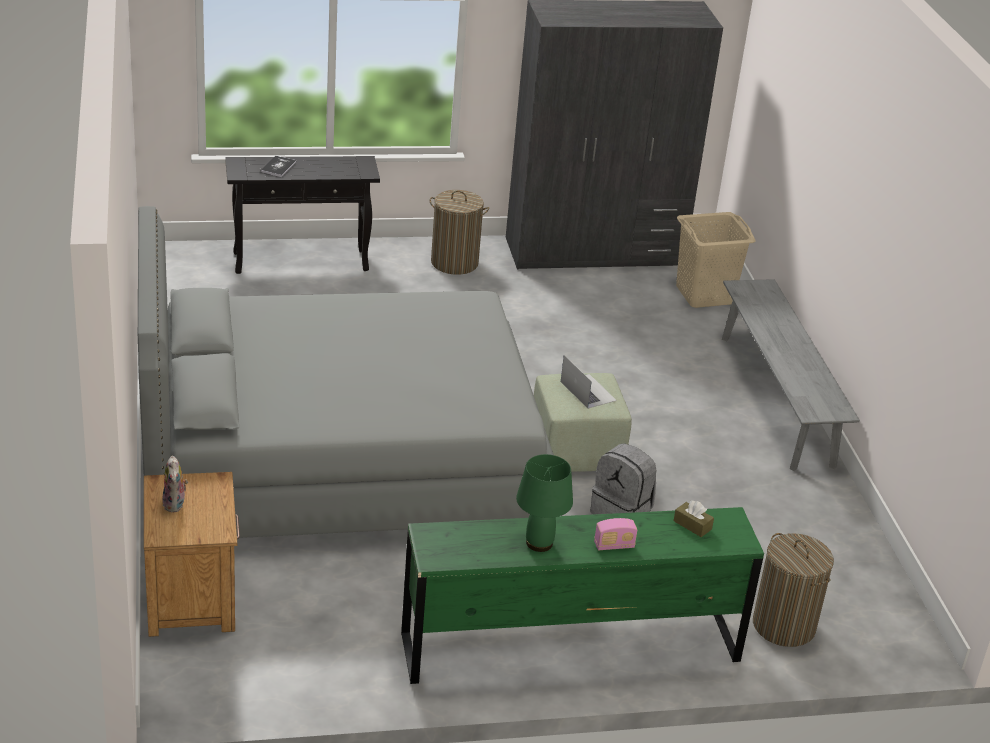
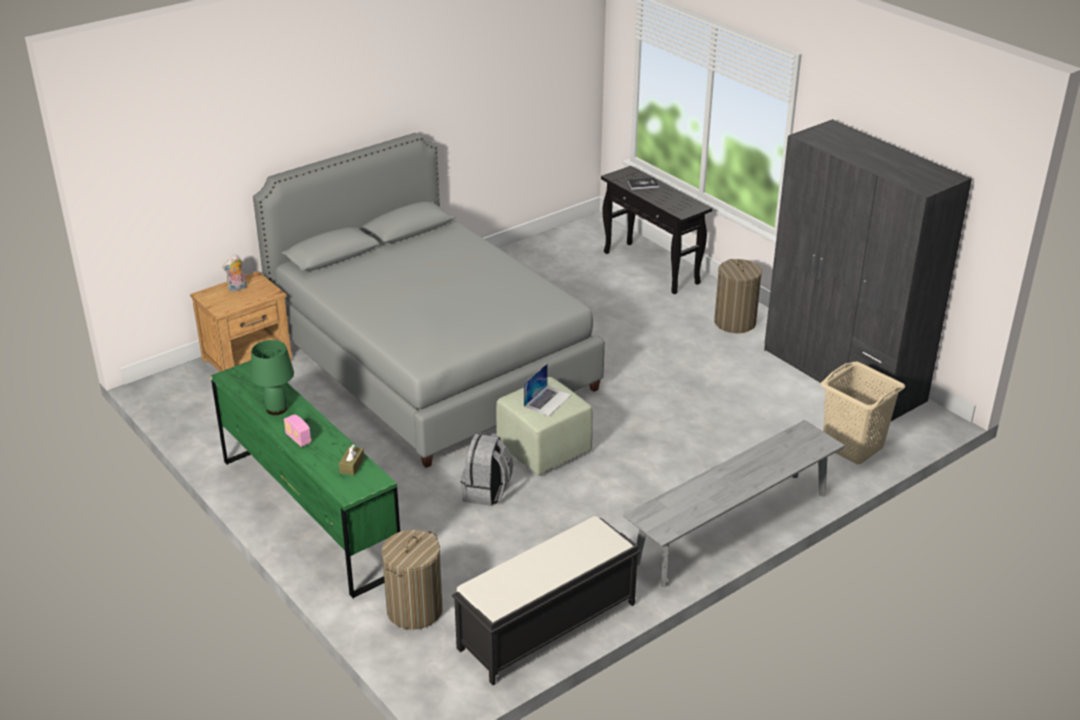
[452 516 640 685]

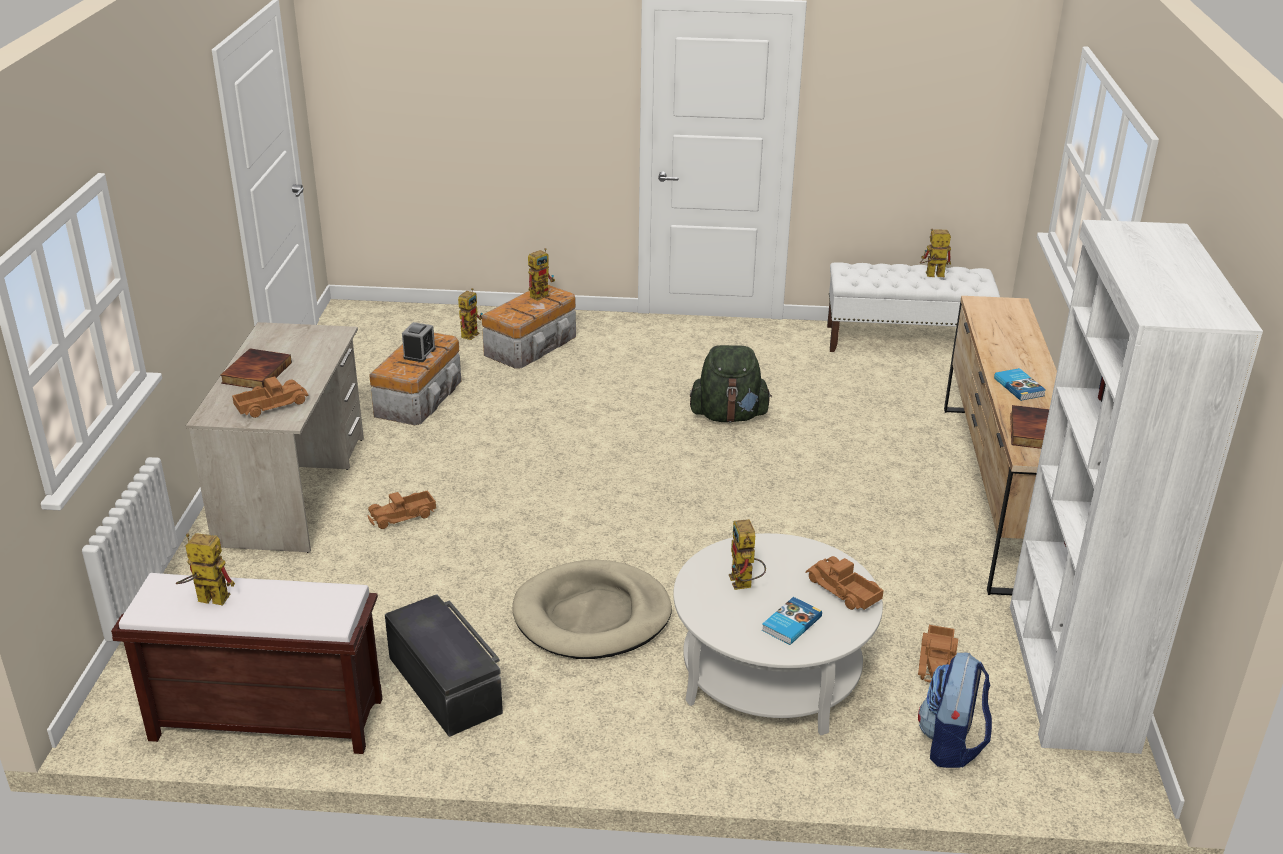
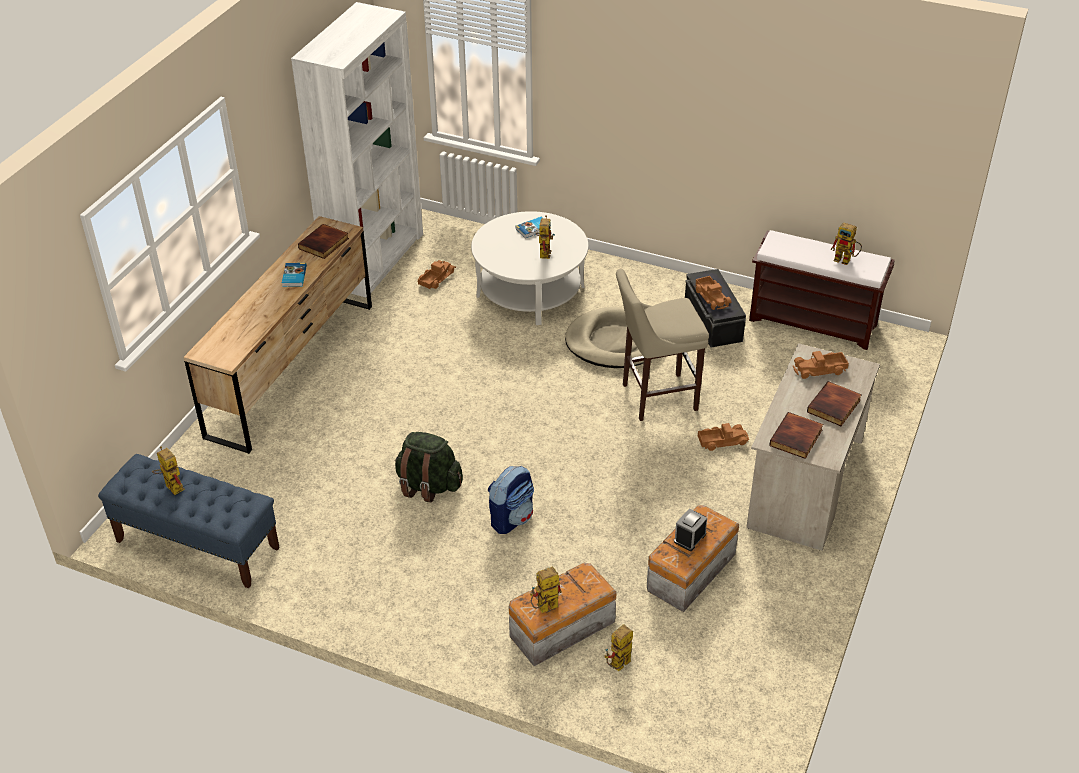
[694 276 731 310]
[98 454 280 588]
[488 466 534 534]
[152 446 185 495]
[616 269 709 421]
[769 412 823 459]

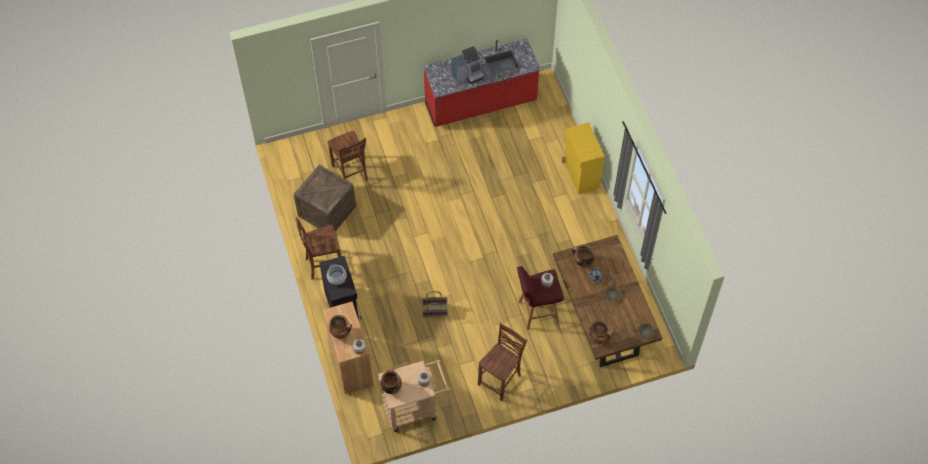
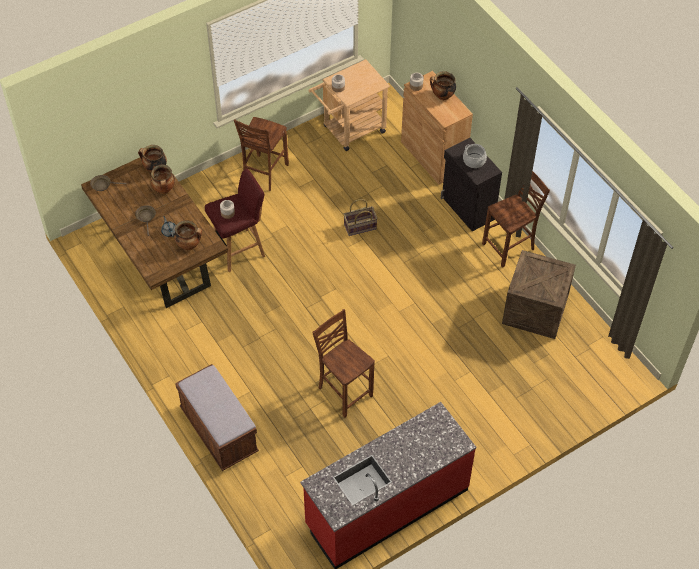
[312 309 375 418]
[150 164 175 194]
[451 46 484 84] (first image)
[175 364 259 471]

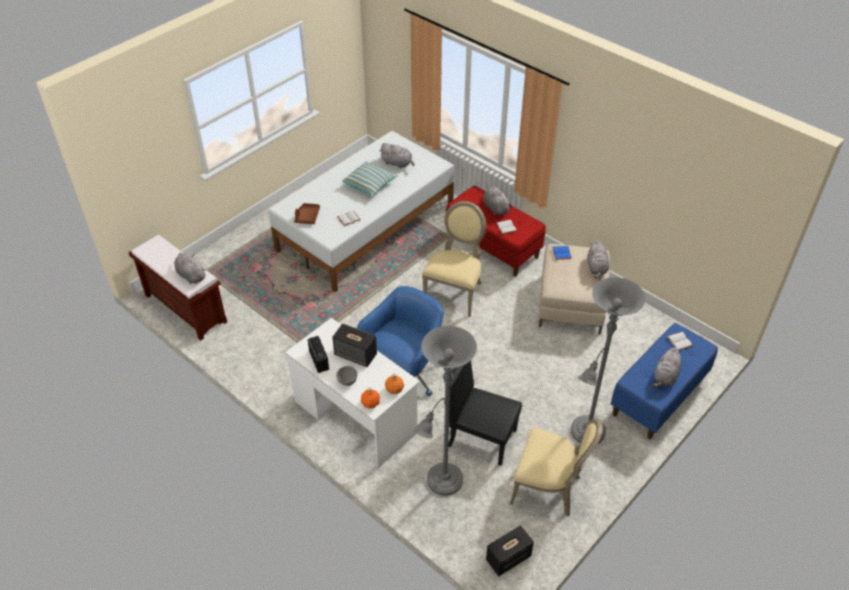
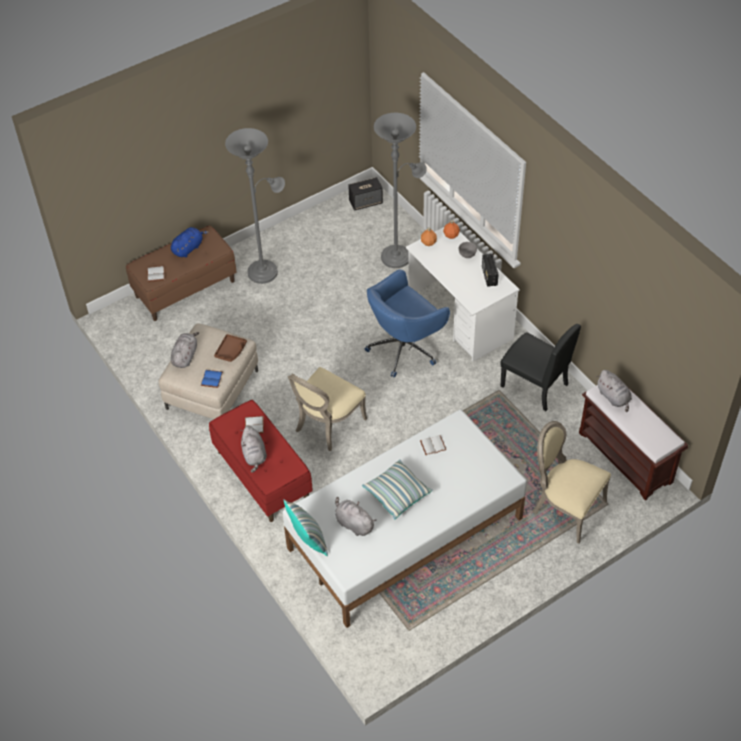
[214 334 247 362]
[332 323 377 367] (first image)
[500 324 581 411]
[533 421 611 544]
[126 225 237 321]
[171 227 209 257]
[283 499 328 556]

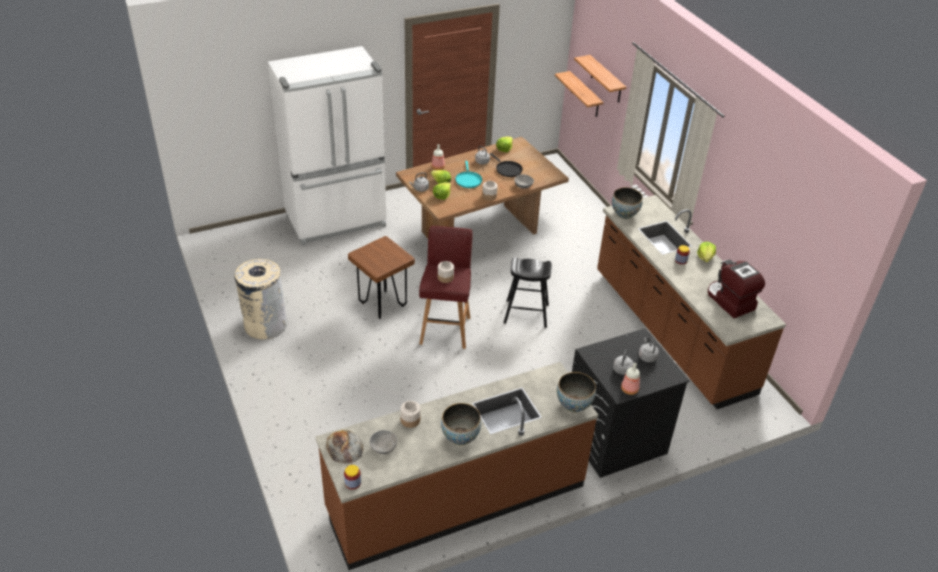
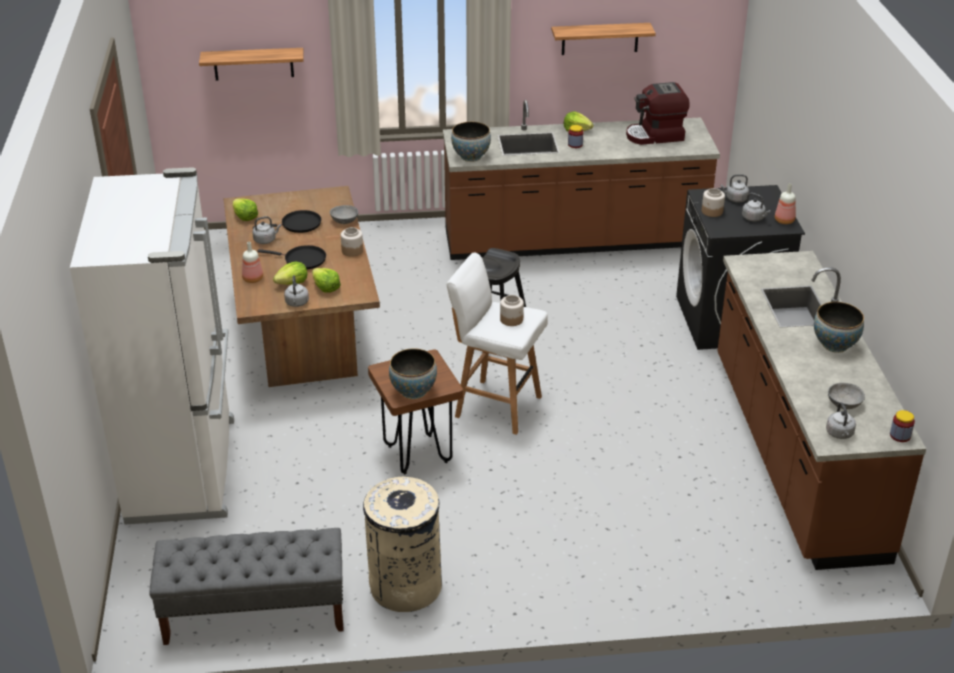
[826 402 856 439]
[702 188 725 217]
[447 252 548 435]
[257 245 326 269]
[551 23 656 55]
[389 349 437 399]
[149 528 344 645]

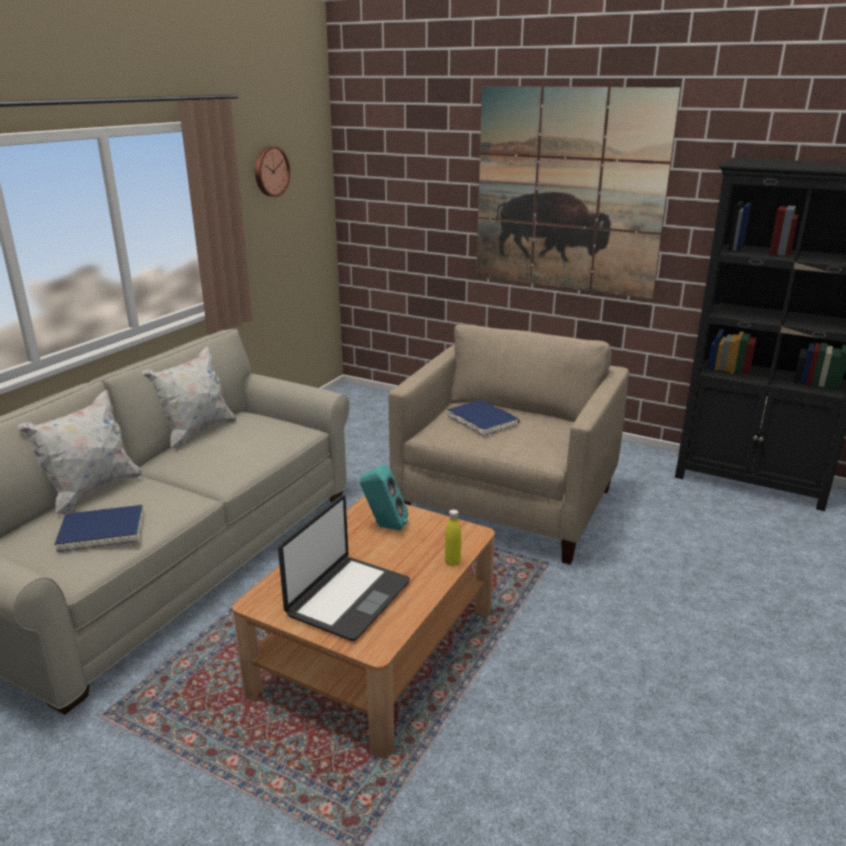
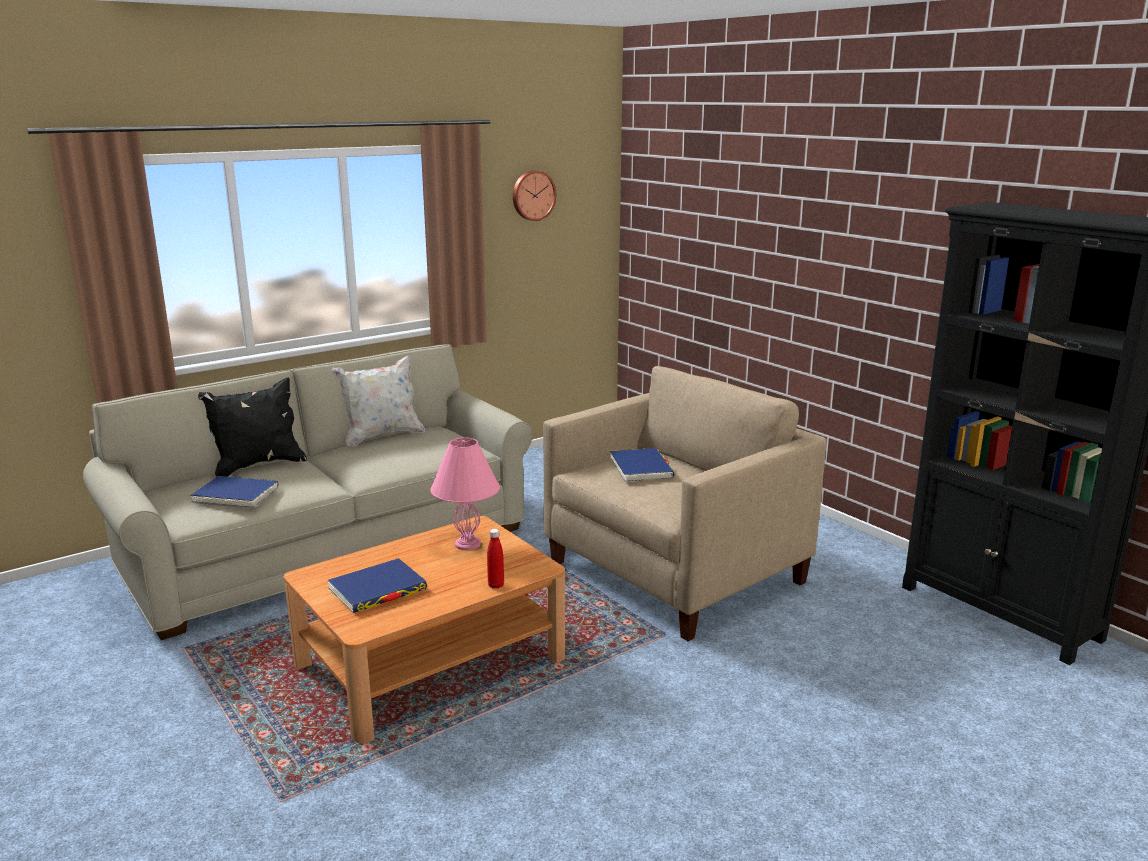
[198 378 307 477]
[327 558 427 613]
[430 437 500 550]
[487 529 504 589]
[476 86 681 299] (first image)

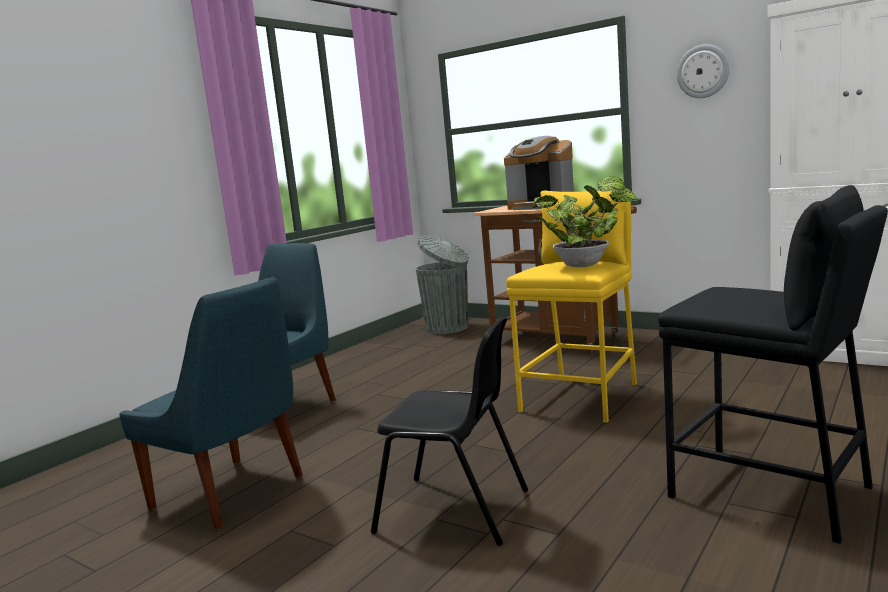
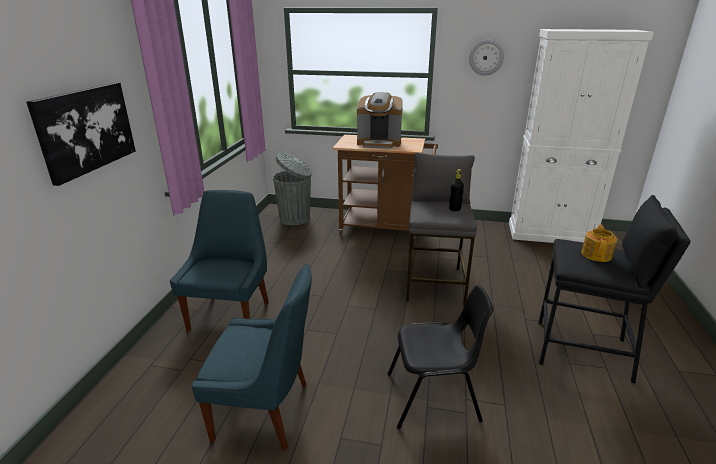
[406 152 477 306]
[449 169 464 211]
[27 82 136 186]
[581 224 617 262]

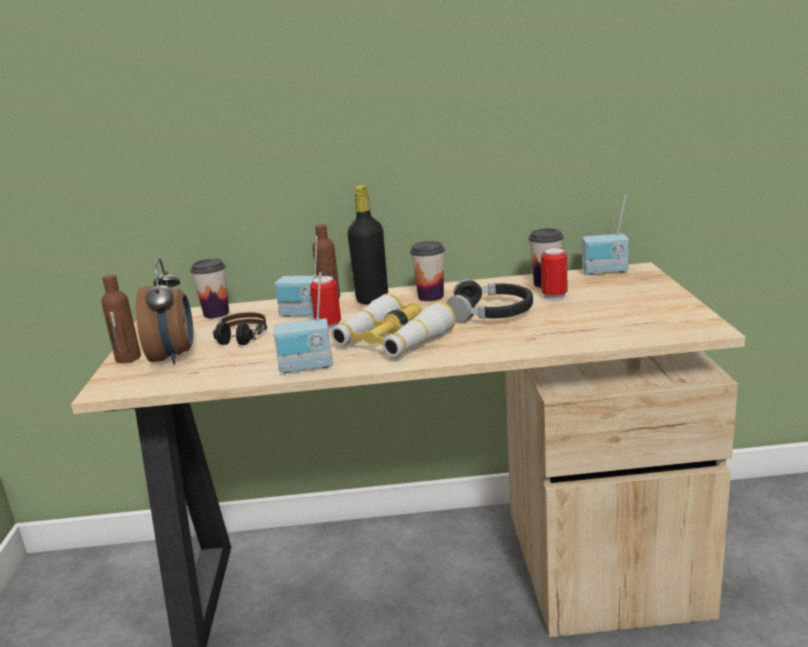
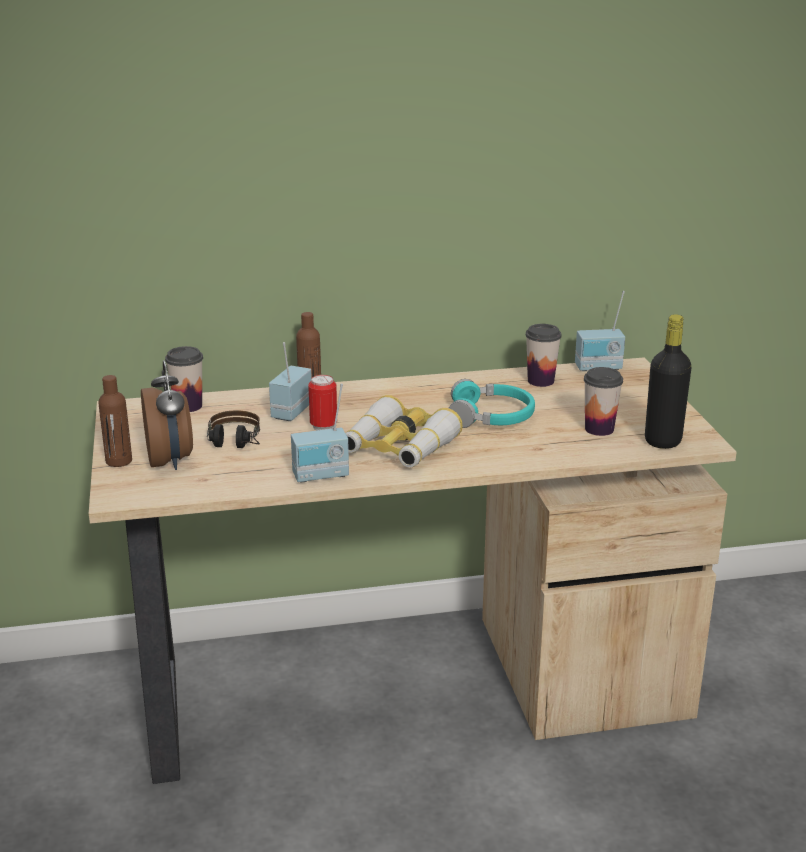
[269 342 312 421]
[645 314 691 449]
[584 367 623 436]
[449 379 535 428]
[541 247 567 300] (first image)

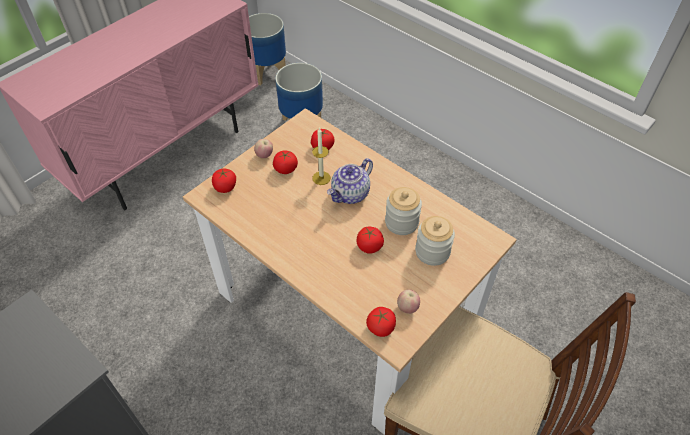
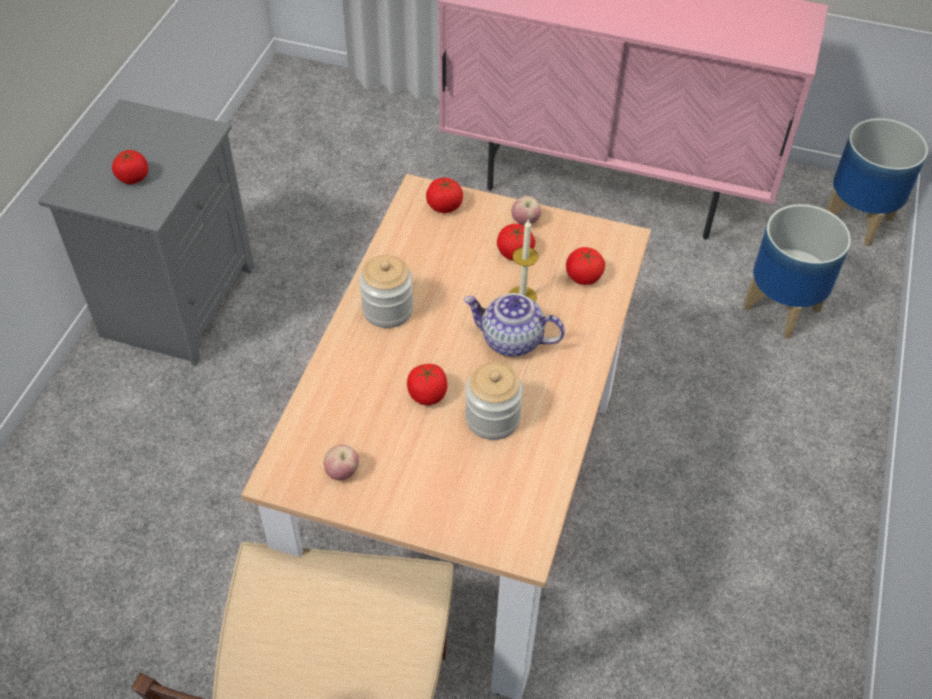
[112 150 148 184]
[359 255 413 328]

